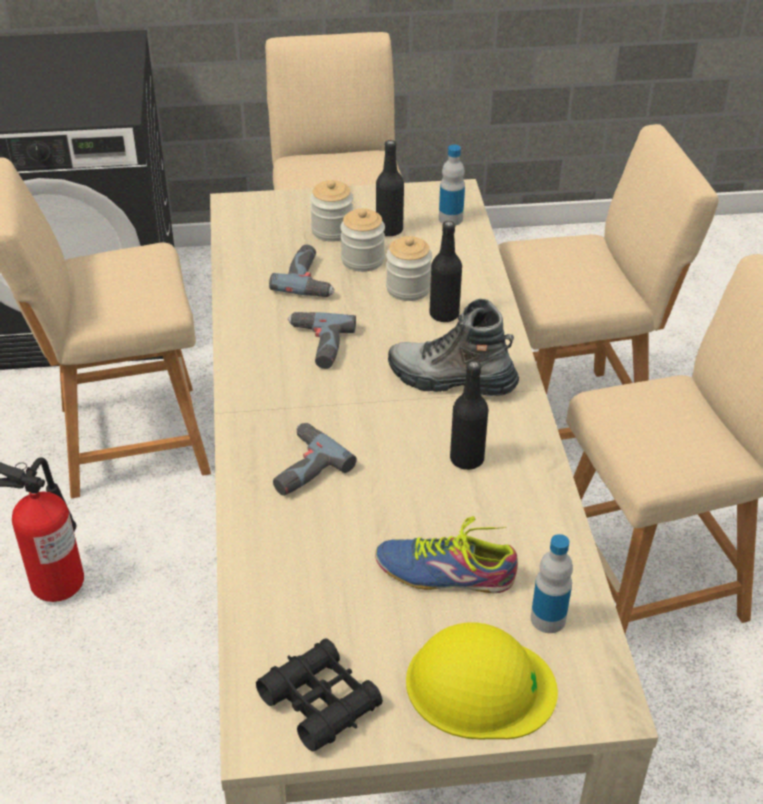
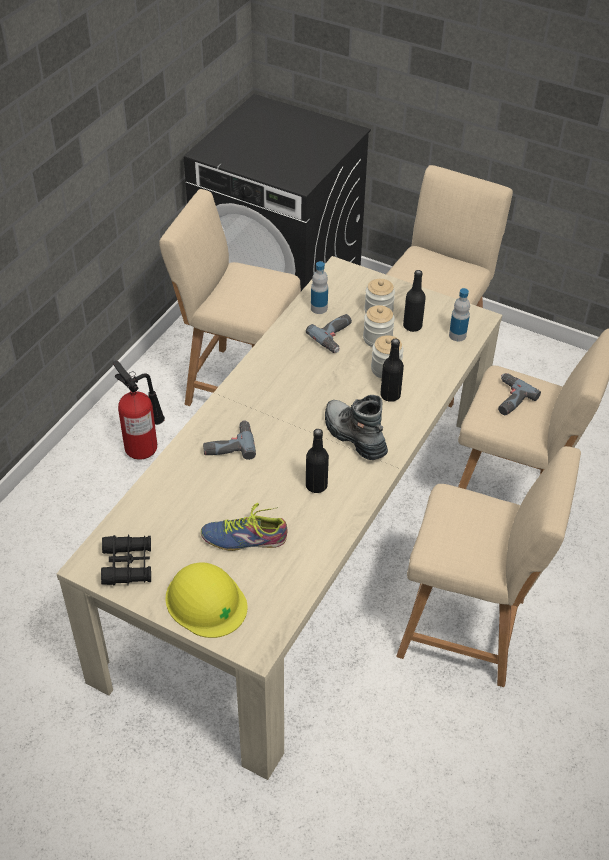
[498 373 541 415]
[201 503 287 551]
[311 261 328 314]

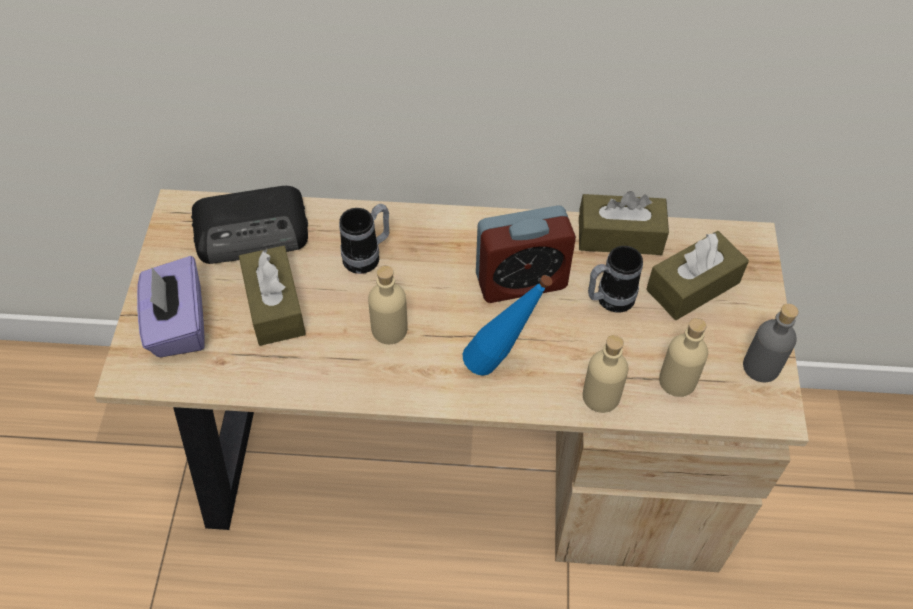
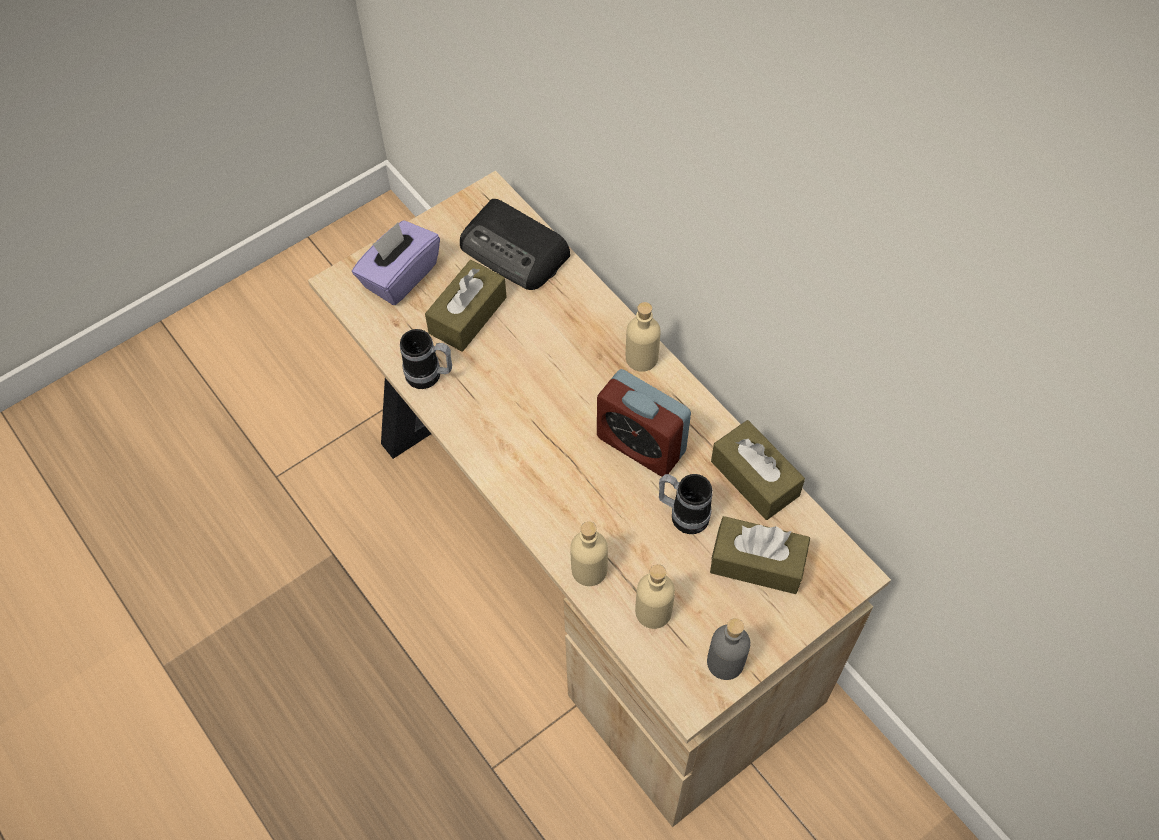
[400 329 452 389]
[626 302 661 372]
[463 275 552 376] (first image)

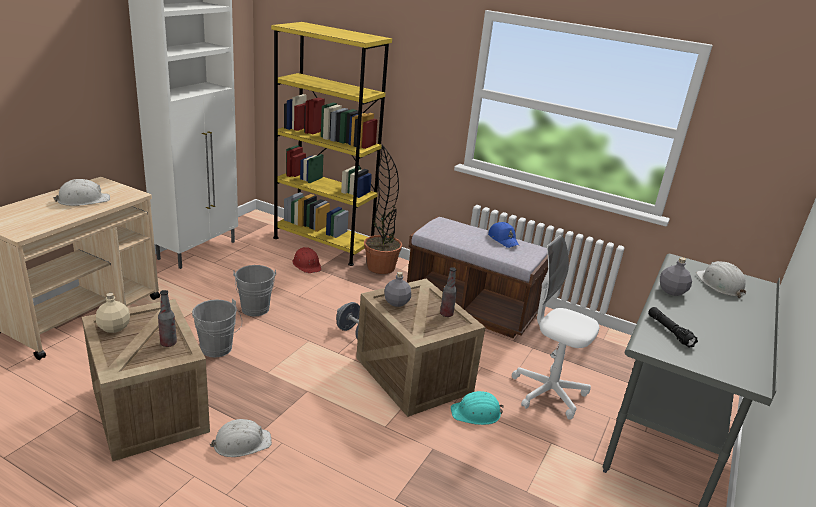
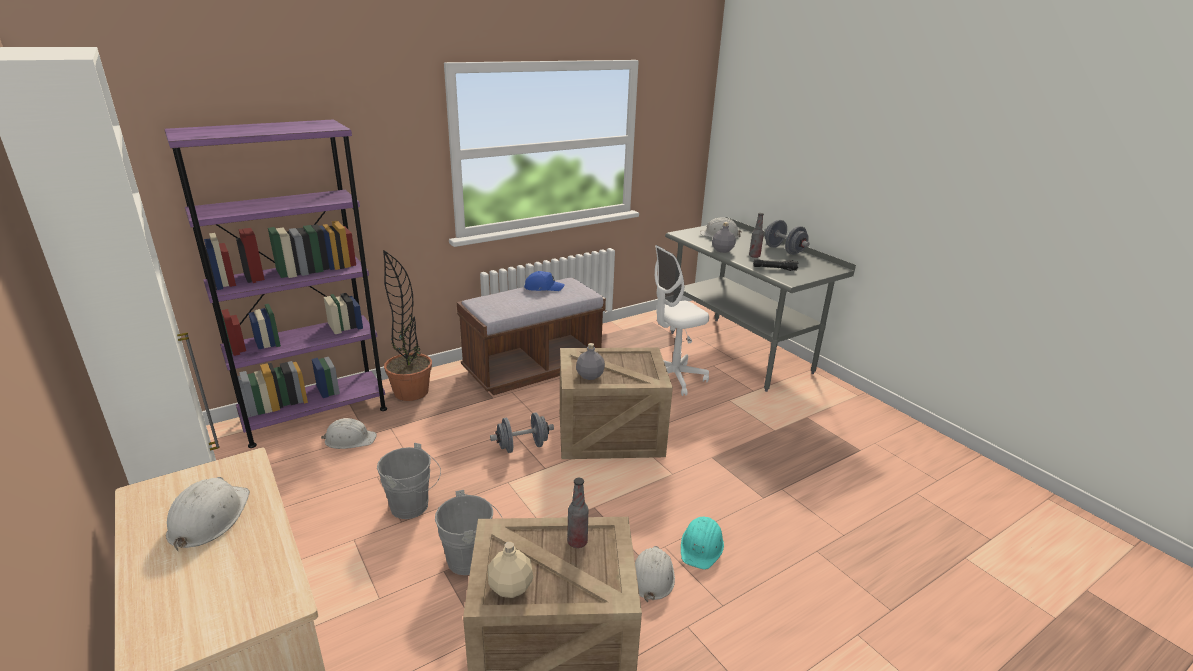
[164 119 387 448]
[321 418 377 449]
[749 213 764 258]
[681 516 724 569]
[764 219 809 255]

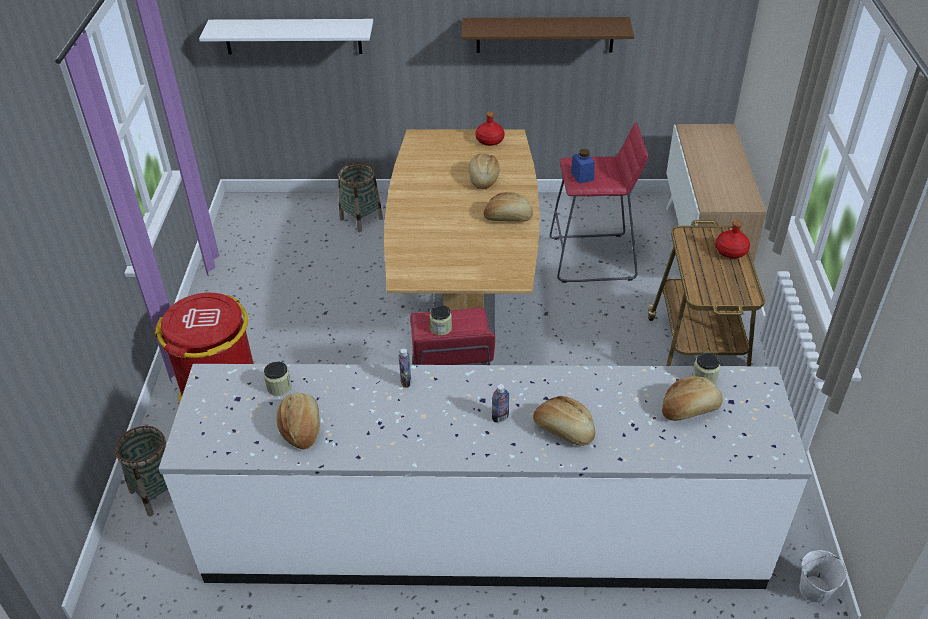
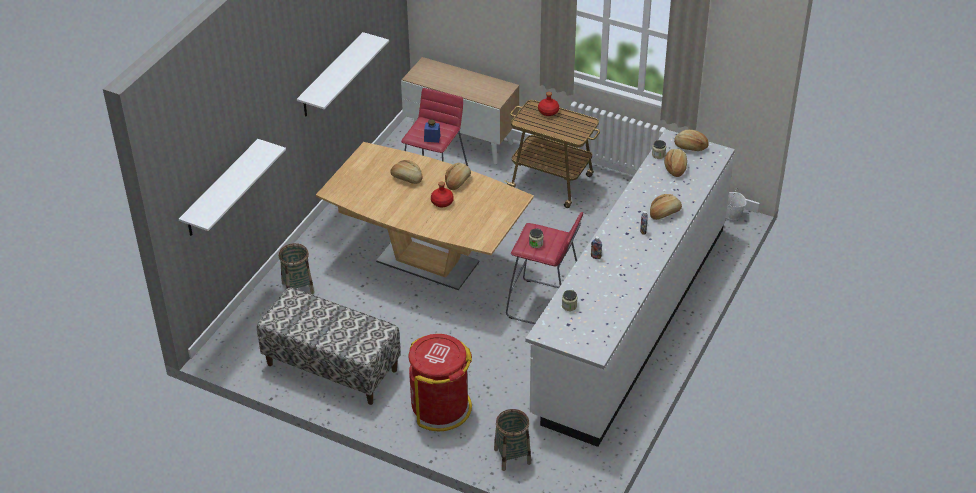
[674 130 709 151]
[297 32 389 117]
[431 182 454 207]
[257 287 401 405]

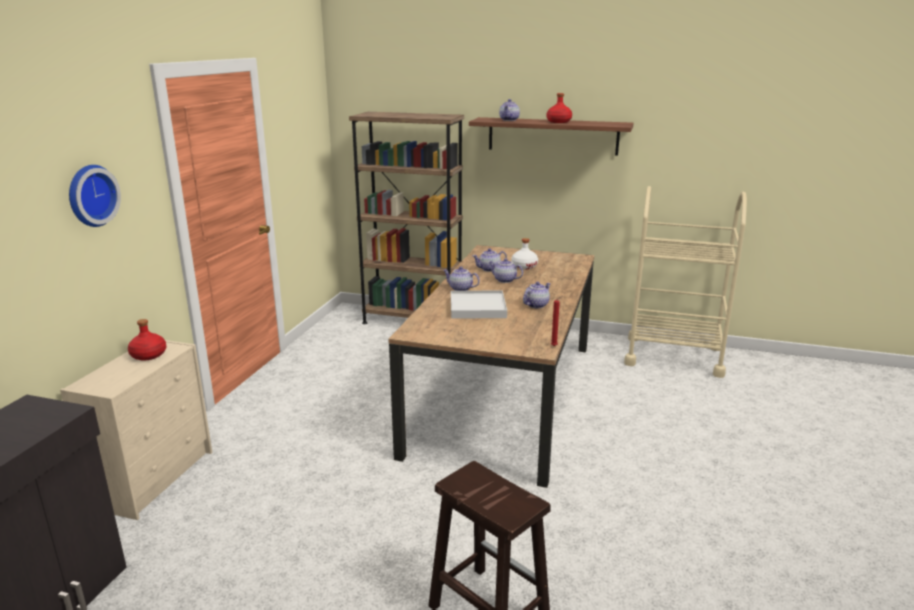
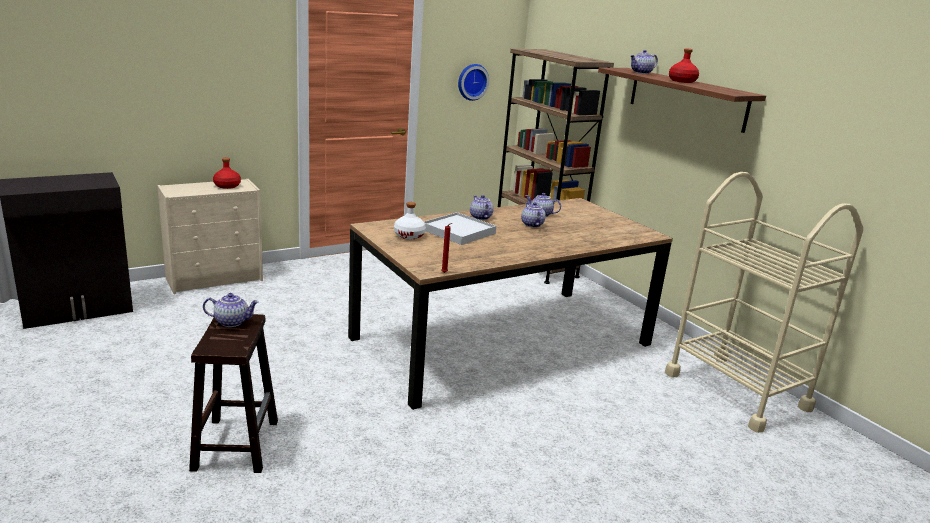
[458 64 489 101]
[394 202 426 239]
[203 293 259 327]

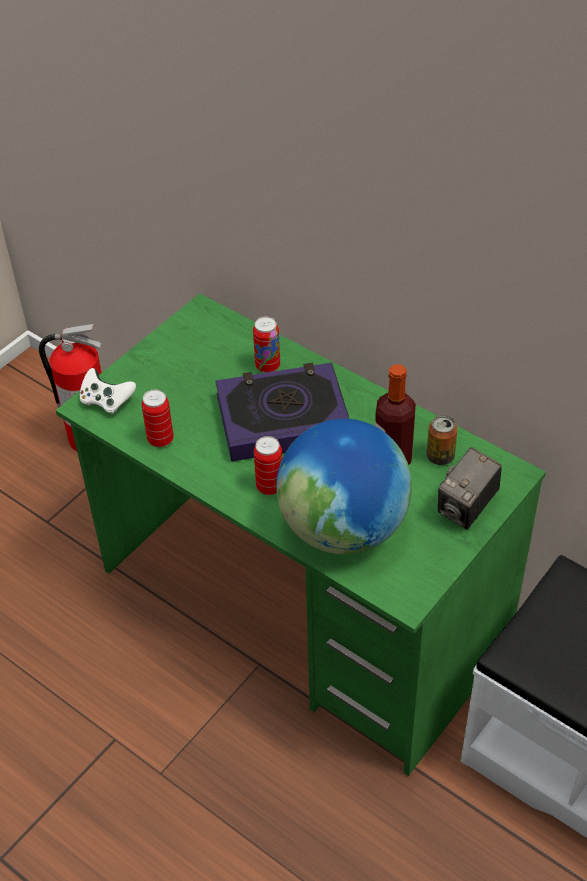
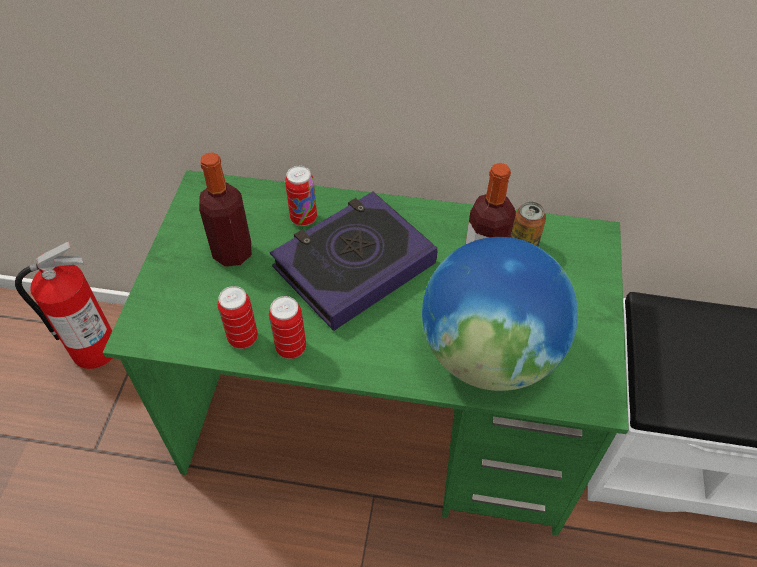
[80 368 136 415] (first image)
[269 296 306 359]
[438 447 502 529] (first image)
[199 152 252 267]

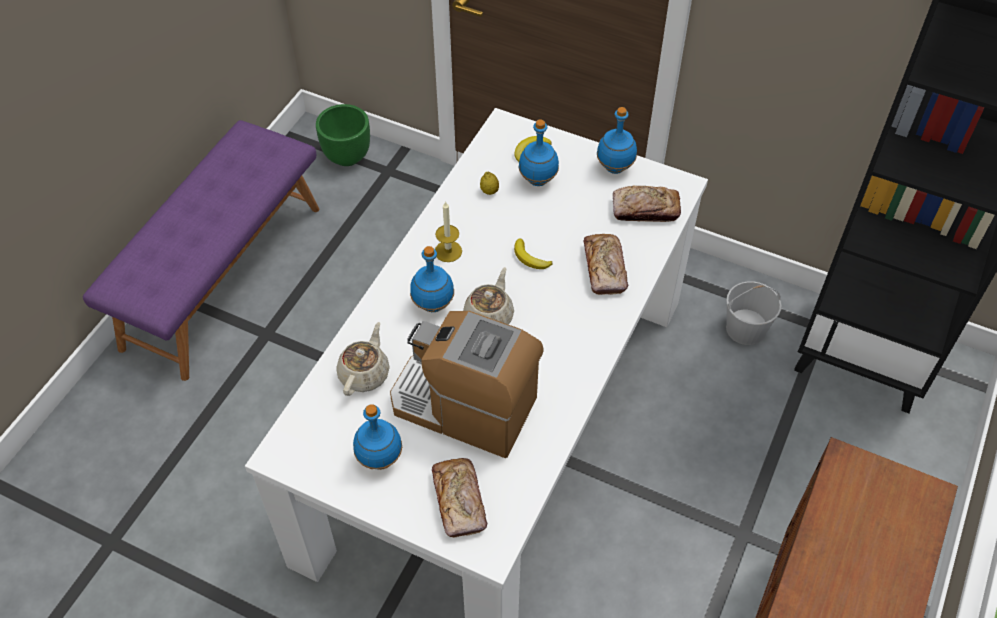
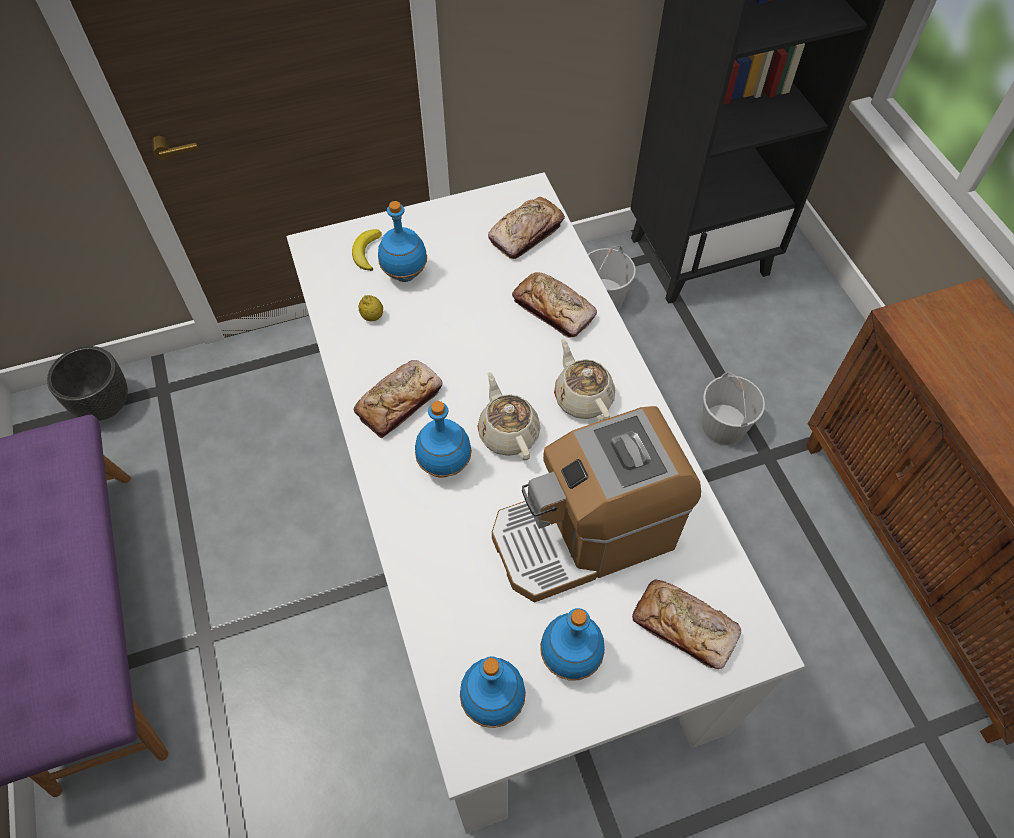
[47 346 128 421]
[554 339 615 421]
[354 360 443 438]
[514 239 552 269] (first image)
[460 656 526 728]
[701 372 765 445]

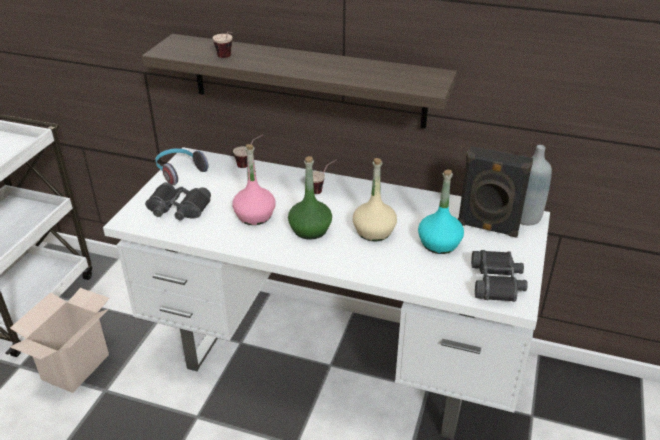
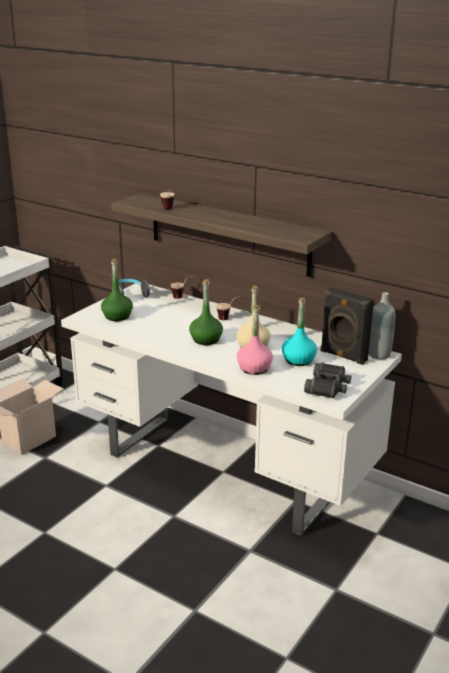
[101 259 133 321]
[237 305 273 375]

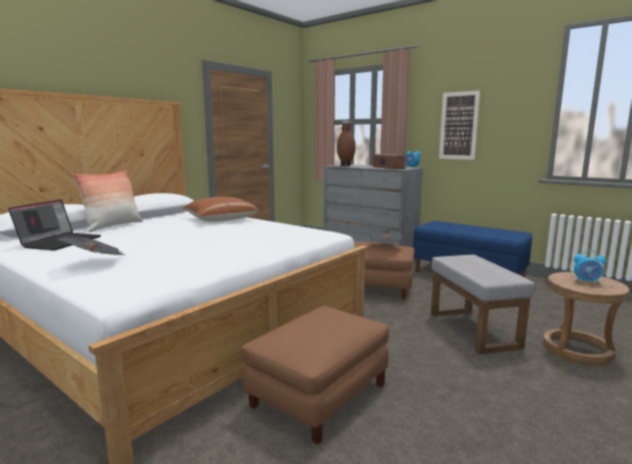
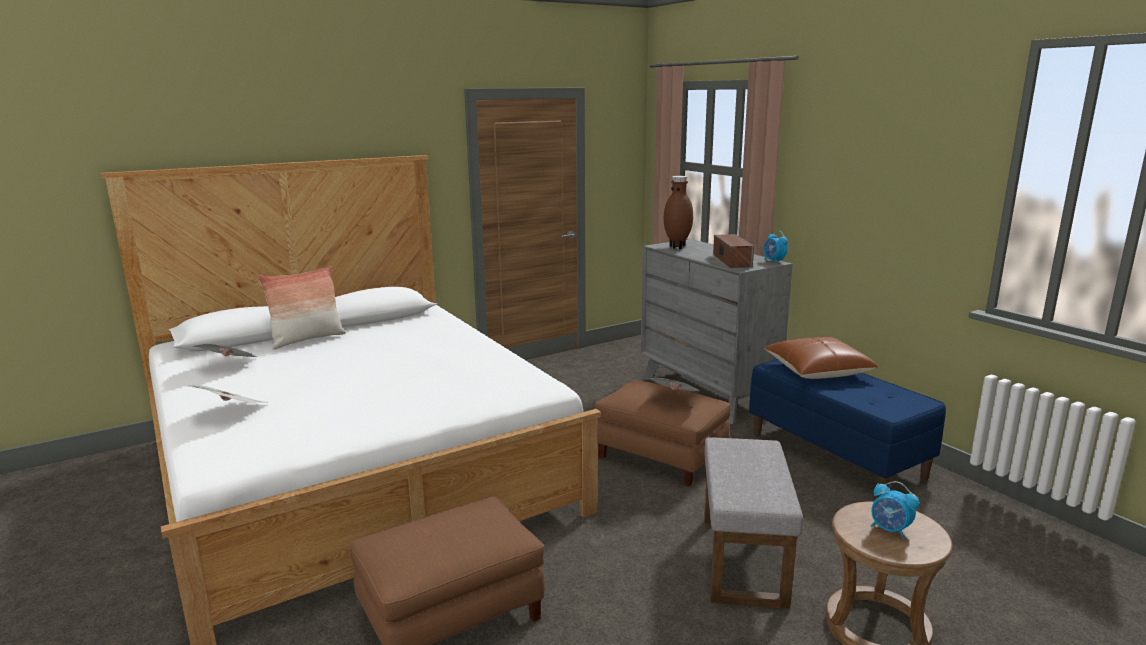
[193 344 257 357]
[763 337 878 379]
[439 90 480 160] (first image)

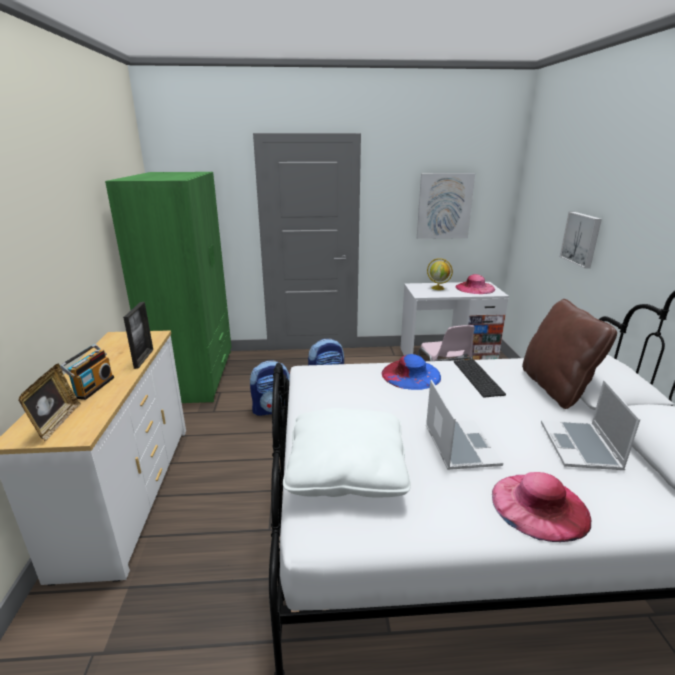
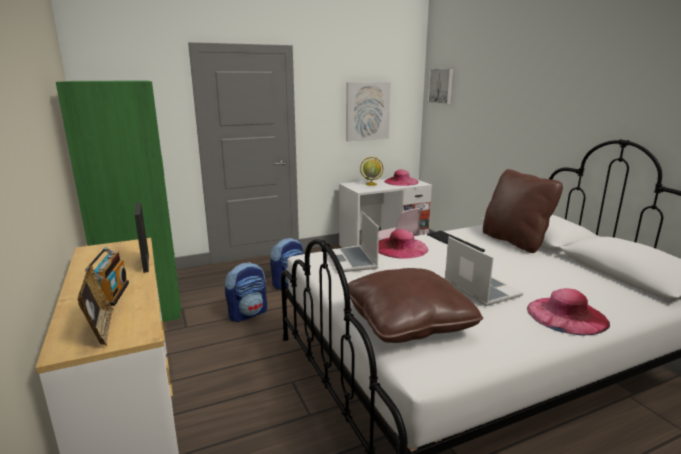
[348 268 483 343]
[378 229 428 259]
[327 211 379 272]
[428 69 453 105]

